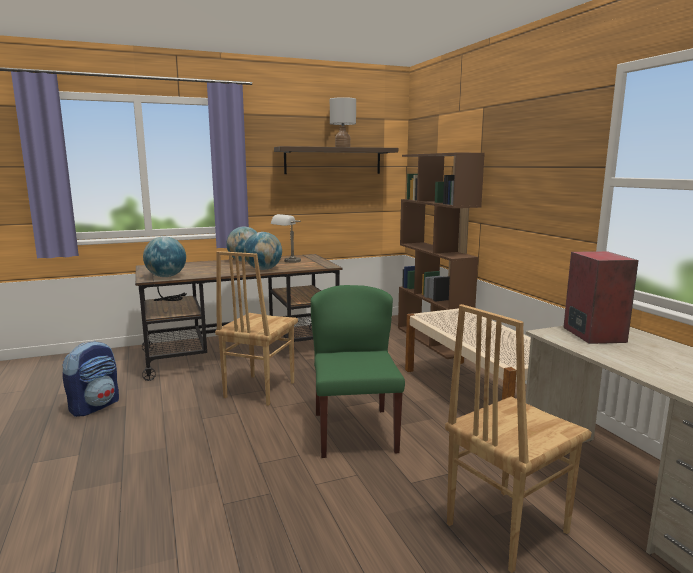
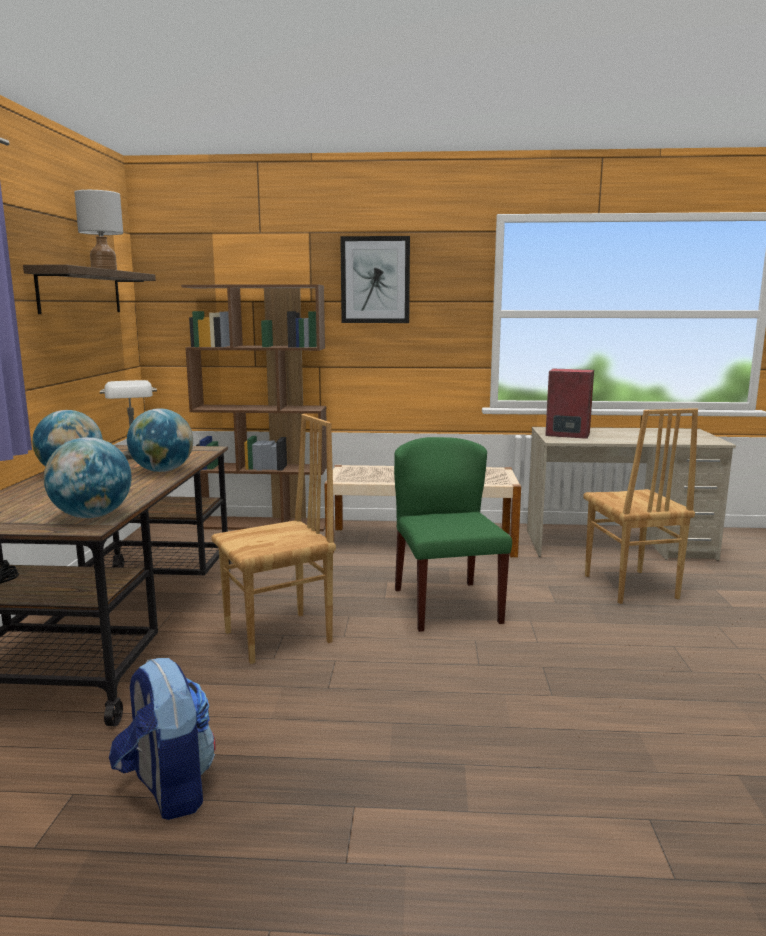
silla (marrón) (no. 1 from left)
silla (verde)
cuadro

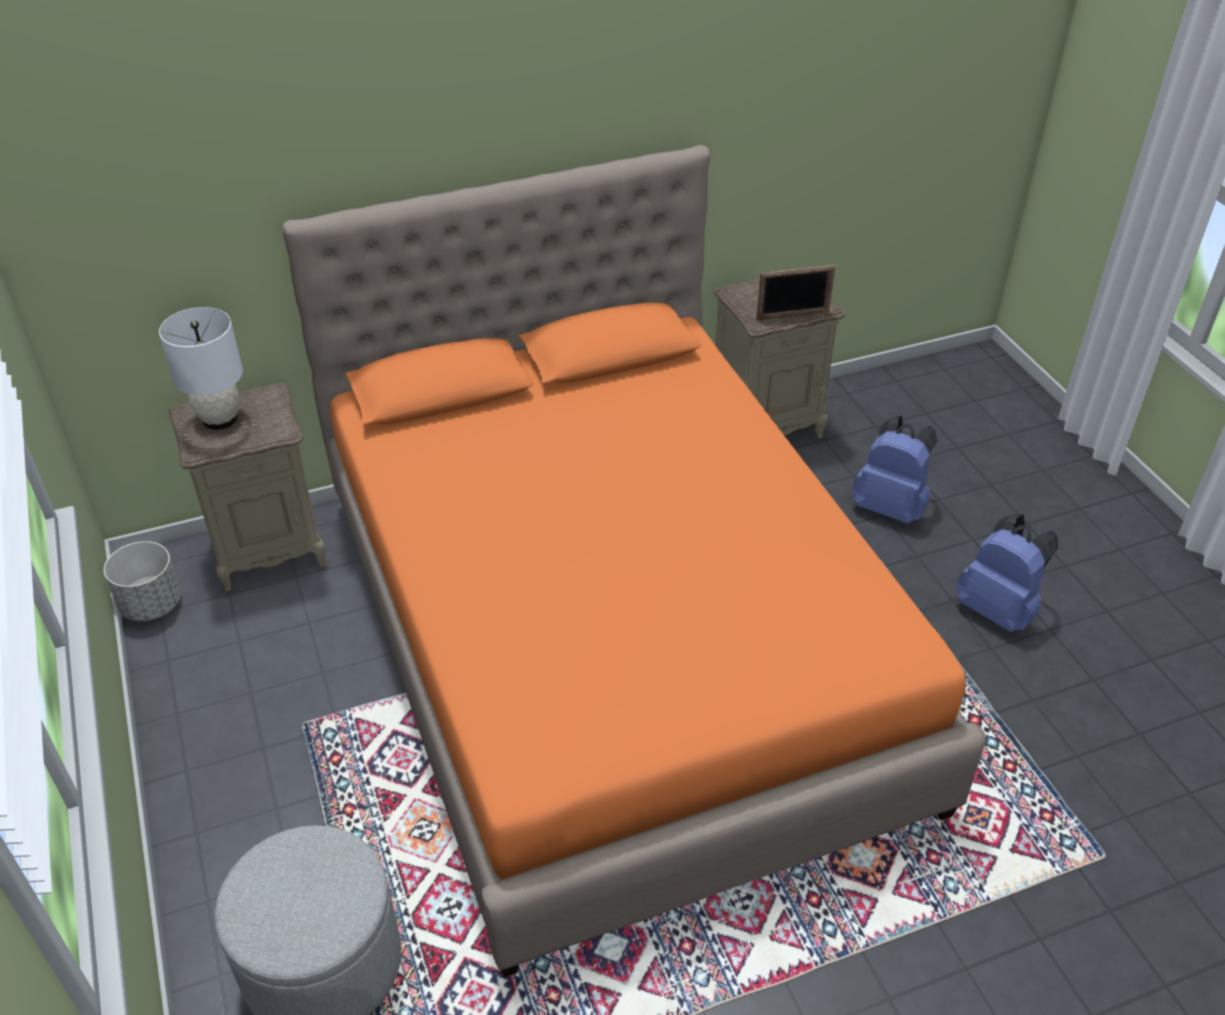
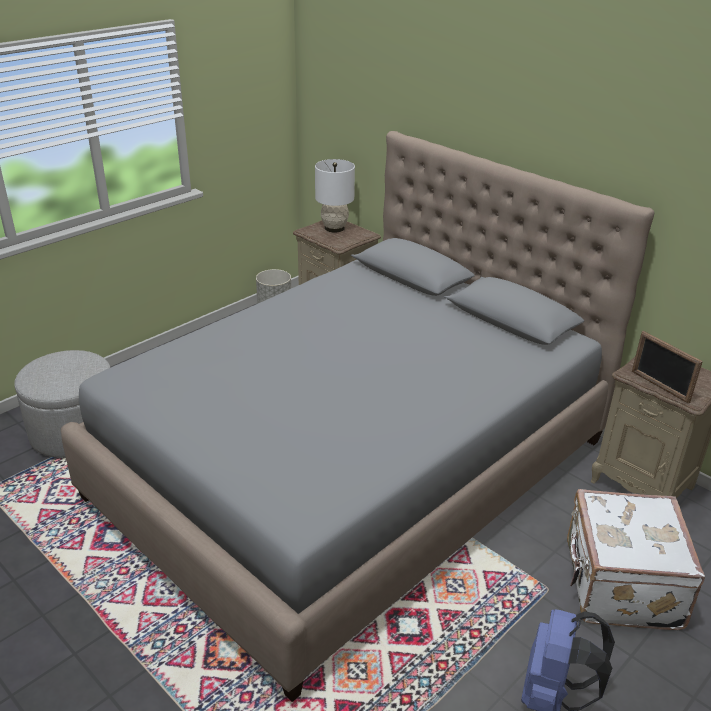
cama (gris)
maleta (blanco)

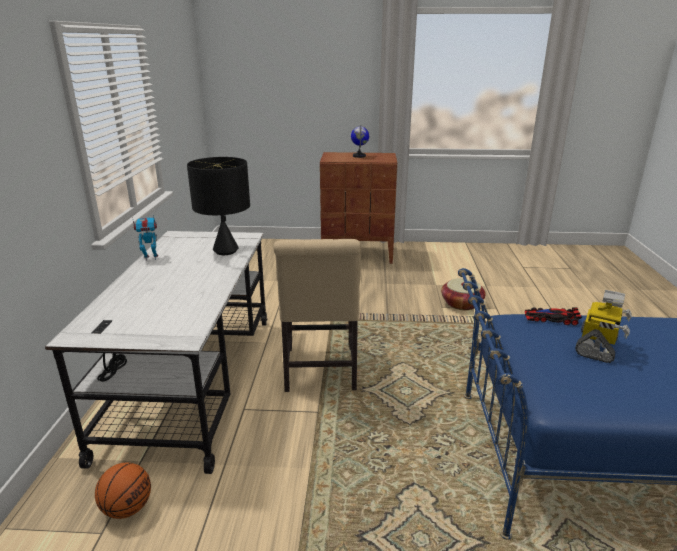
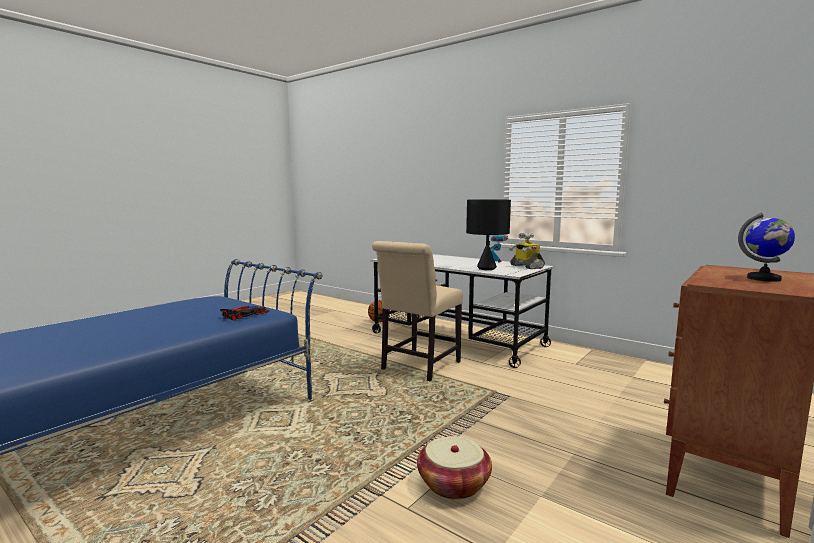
silla (beis)
robot de juguete (no. 2 from left)

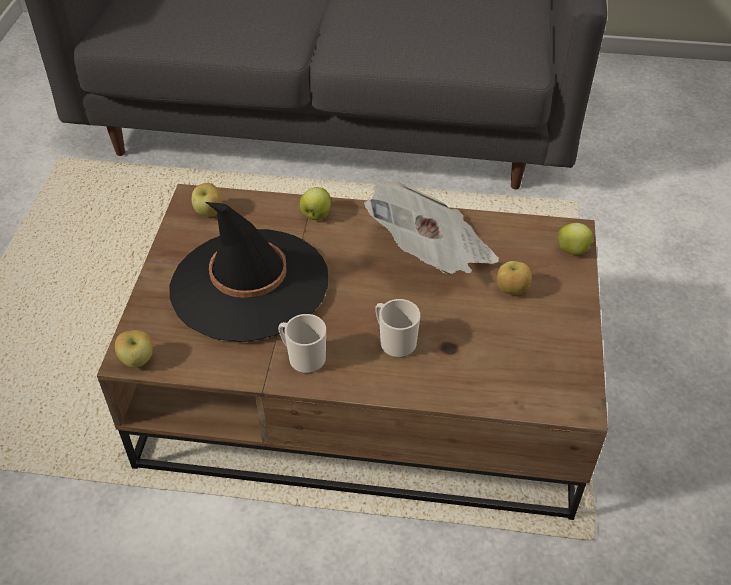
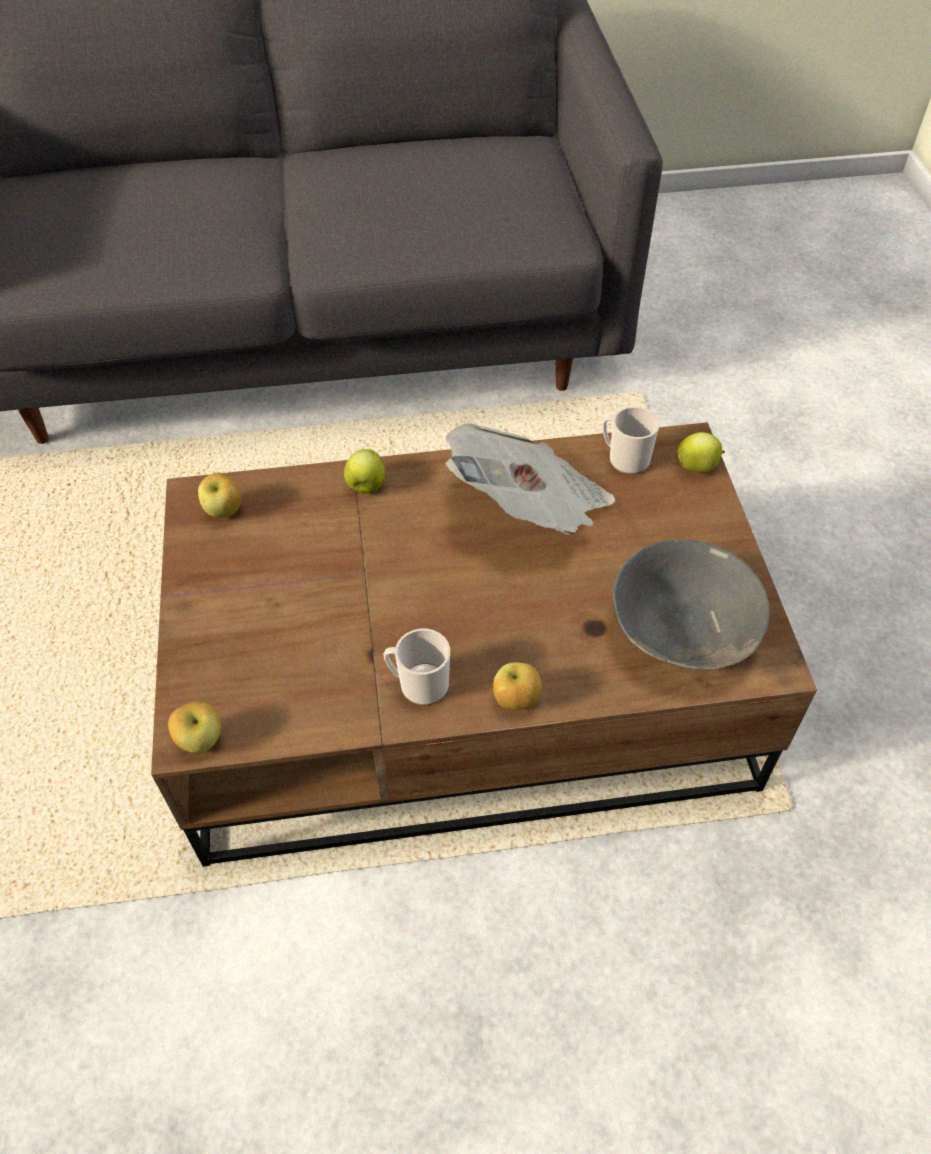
sombrero (negro)
manzana (no. 4 from left)
taza grande (no. 2 from left)
cuenco (gris)

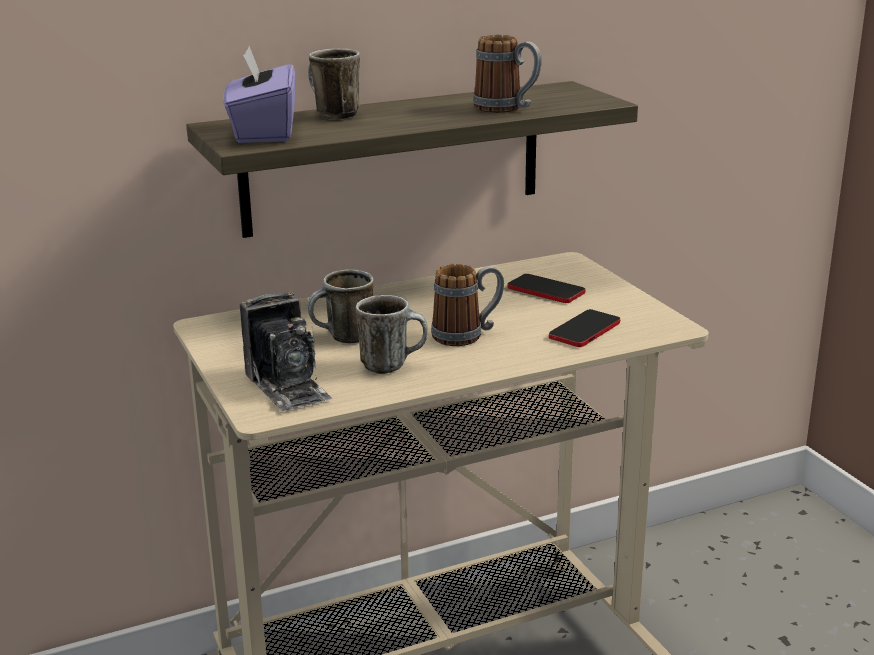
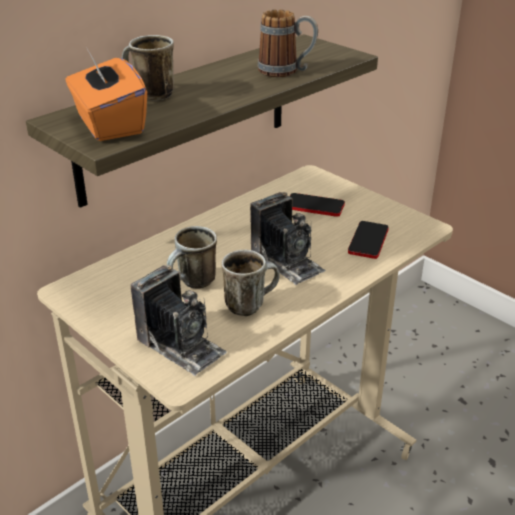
caja de pañuelos (naranja)
cámara (no. 2 from left)

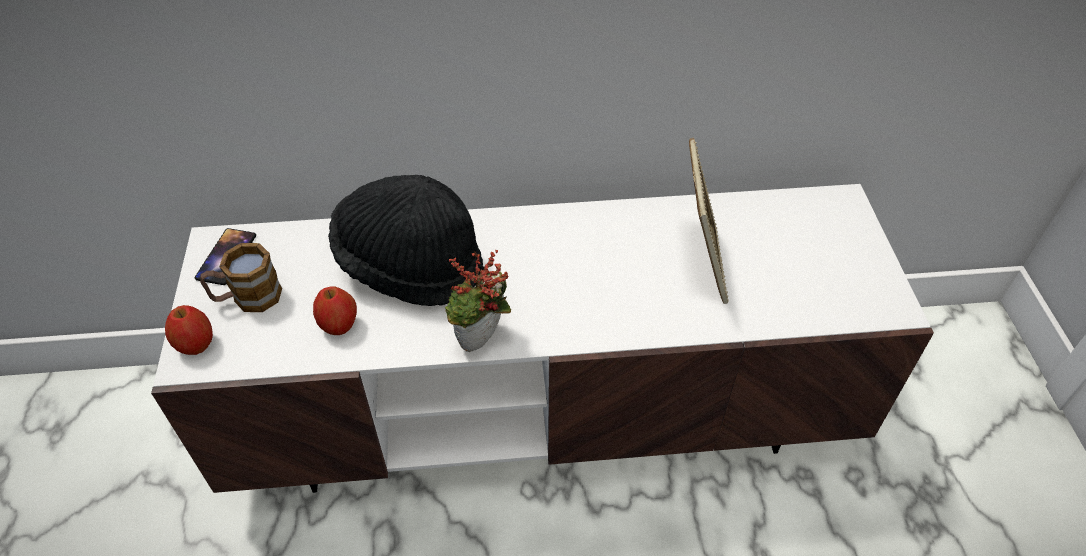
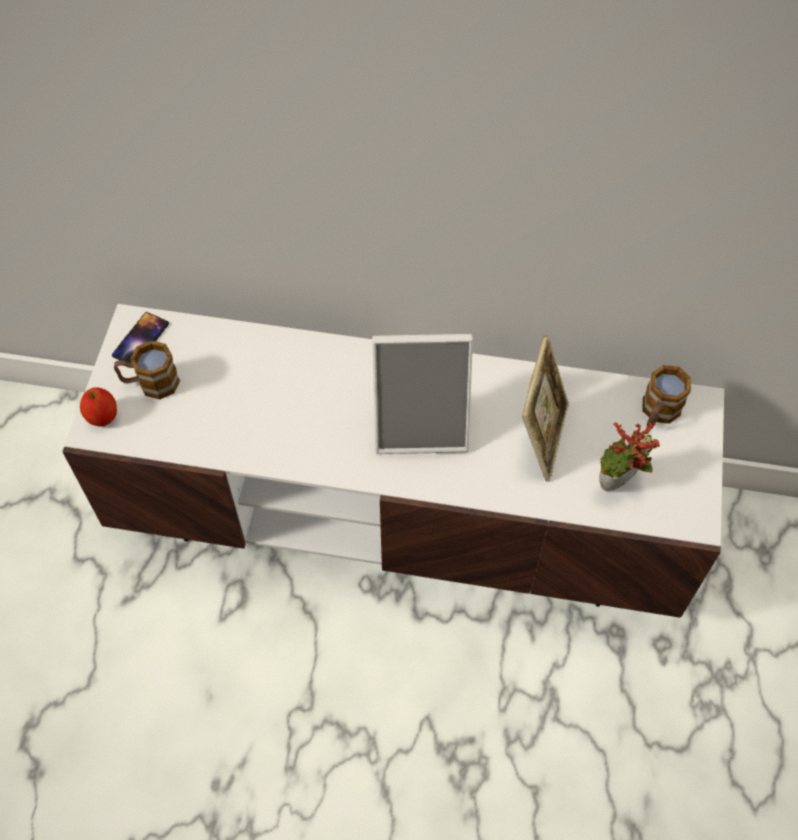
sombrero (negro)
planta en maceta
manzana (no. 2 from left in the first image)
portarretratos (no. 1 from left)
taza grande (no. 2 from left)

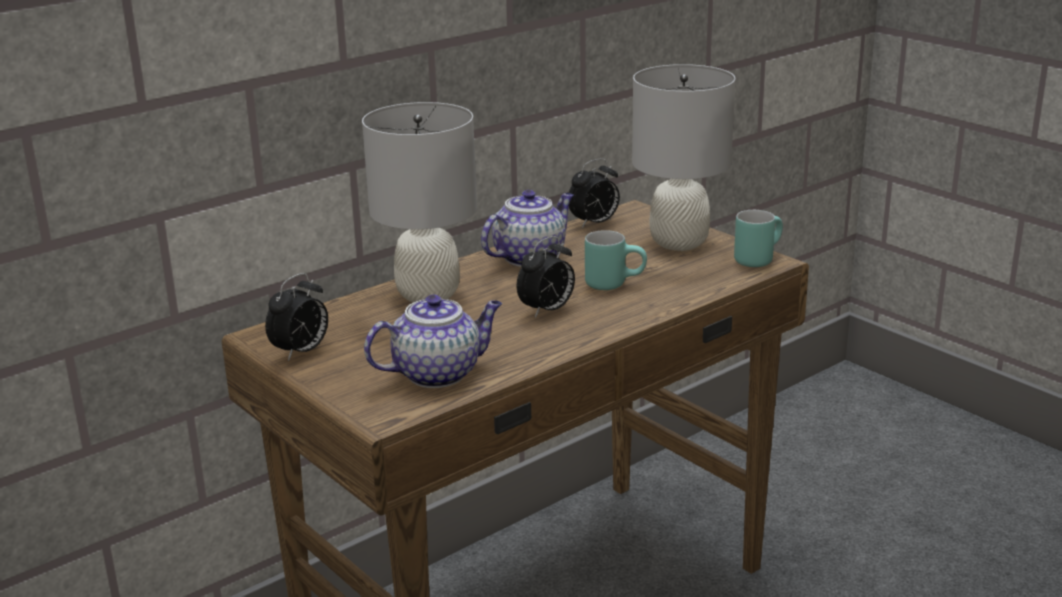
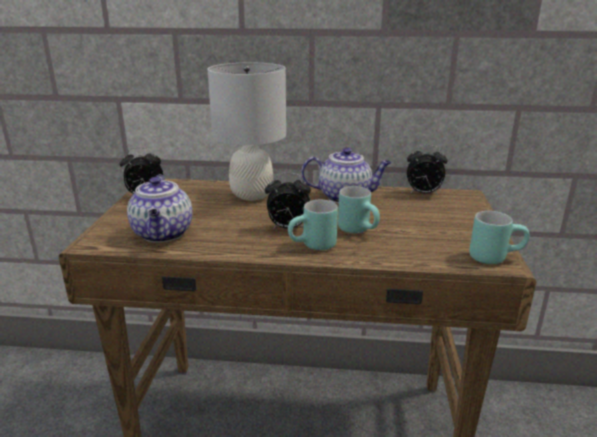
lámpara de mesa (gris) (no. 2 from left in the first image)
tetera (no. 1 from left)
taza grande (turquesa) (no. 1 from left)

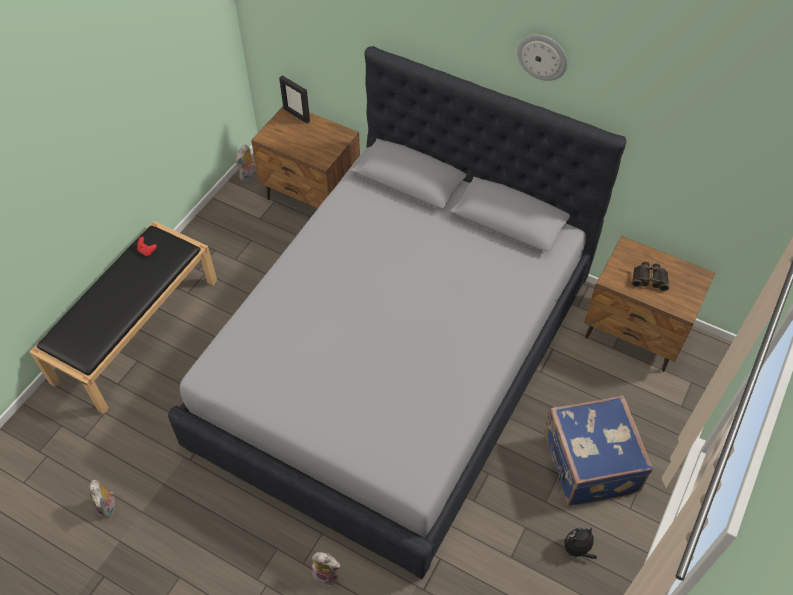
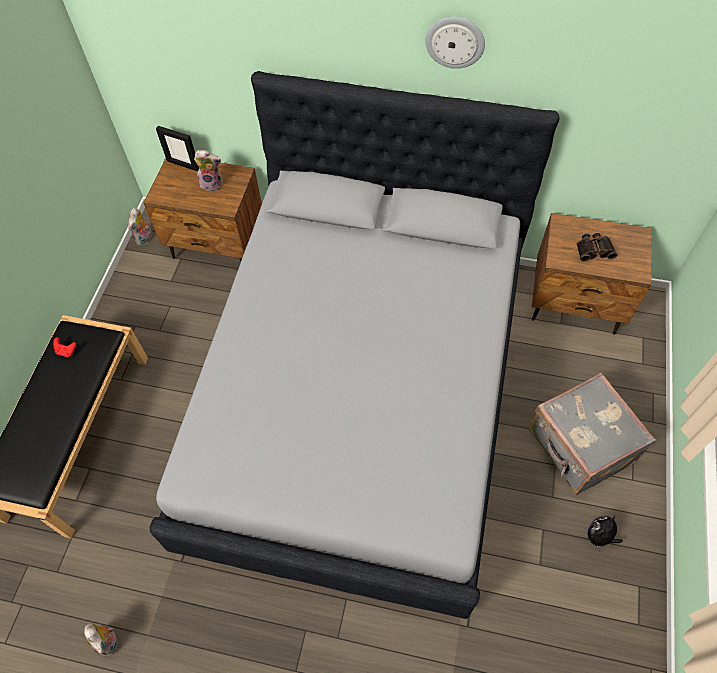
maleta (gris)
peluche (no. 3 from left)

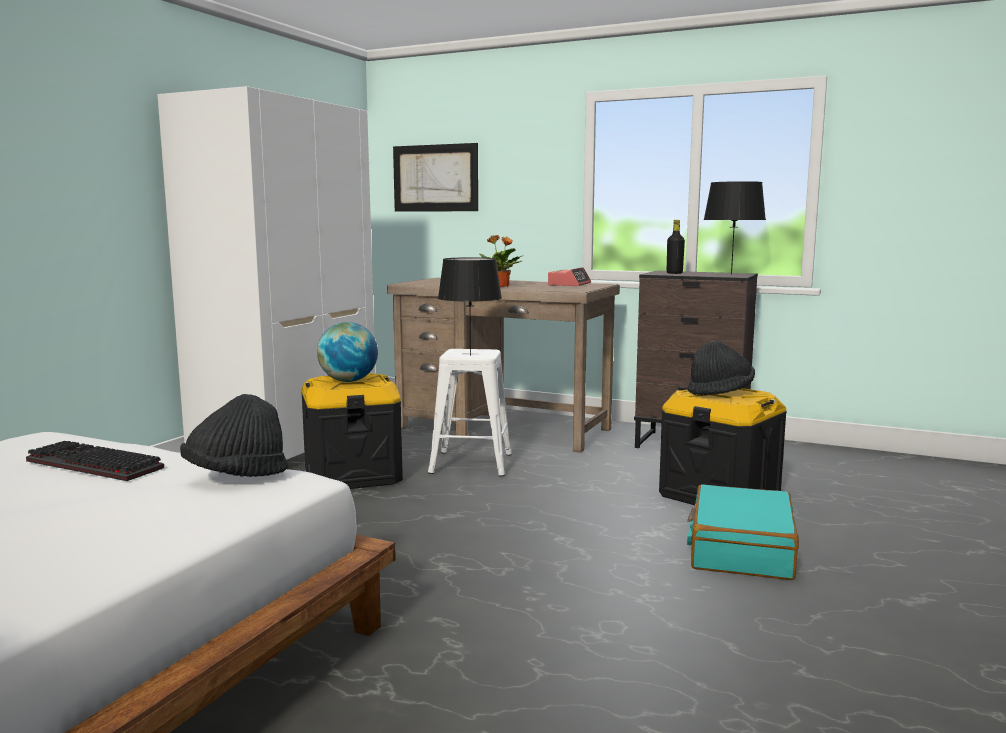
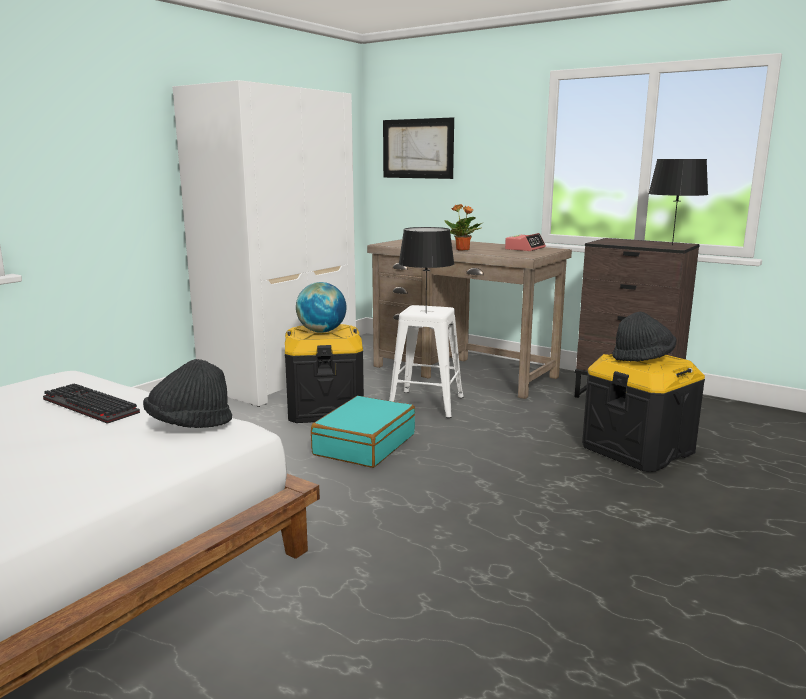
botella (negro)
maleta (turquesa)

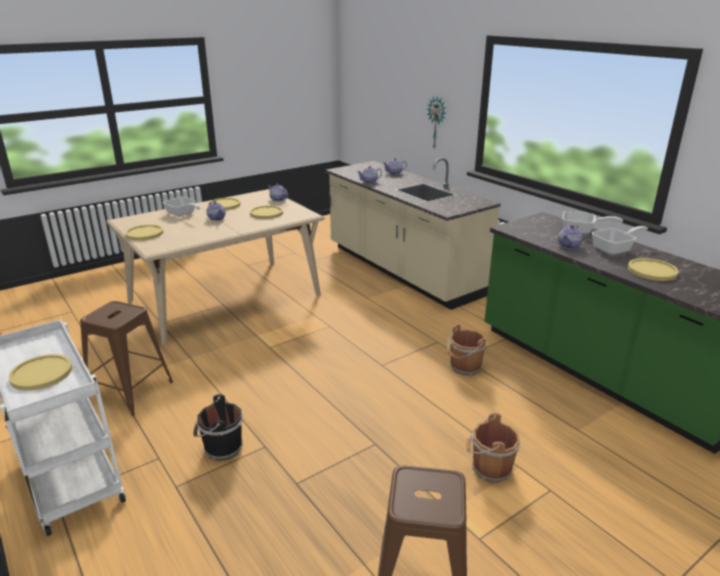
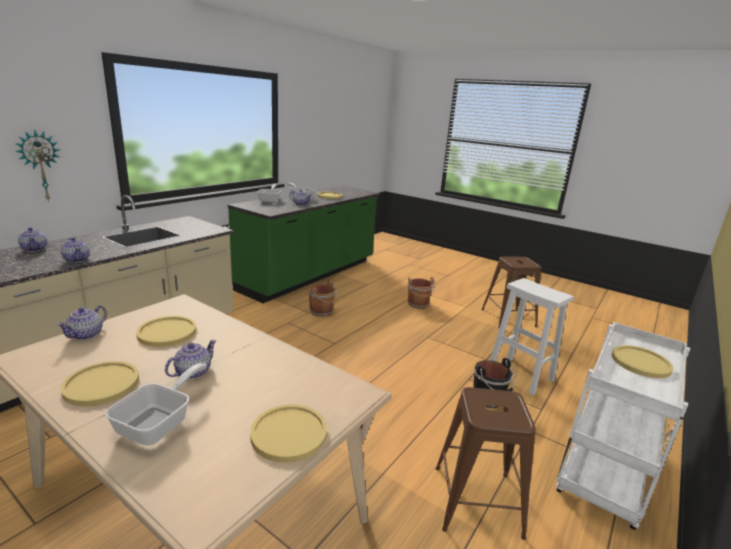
taburete (blanco)

